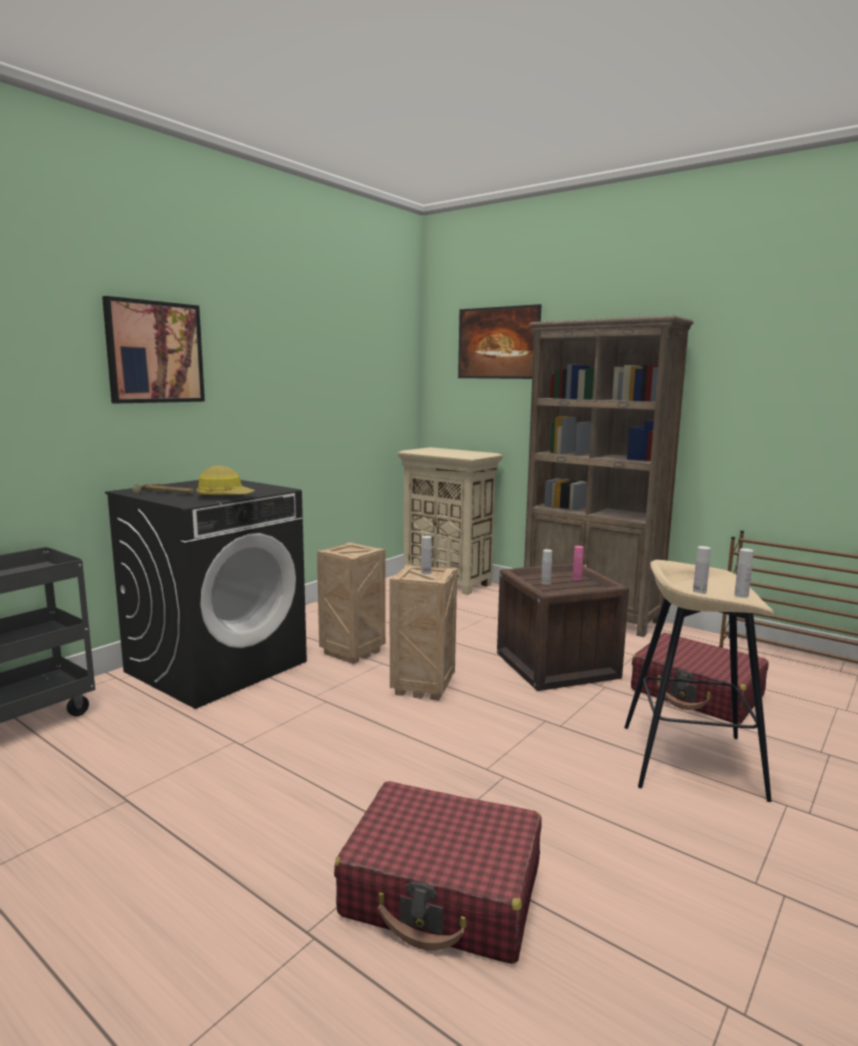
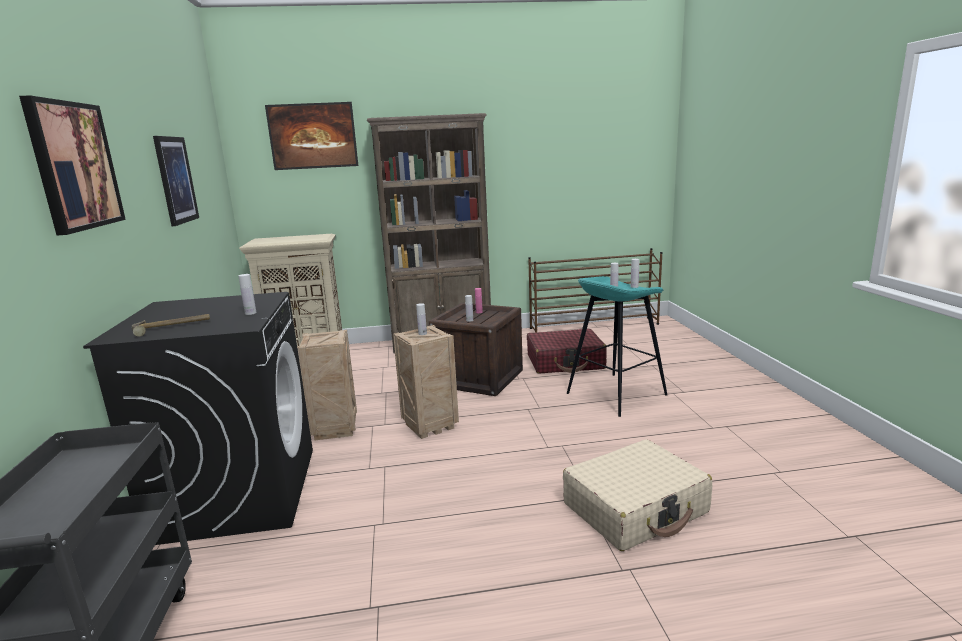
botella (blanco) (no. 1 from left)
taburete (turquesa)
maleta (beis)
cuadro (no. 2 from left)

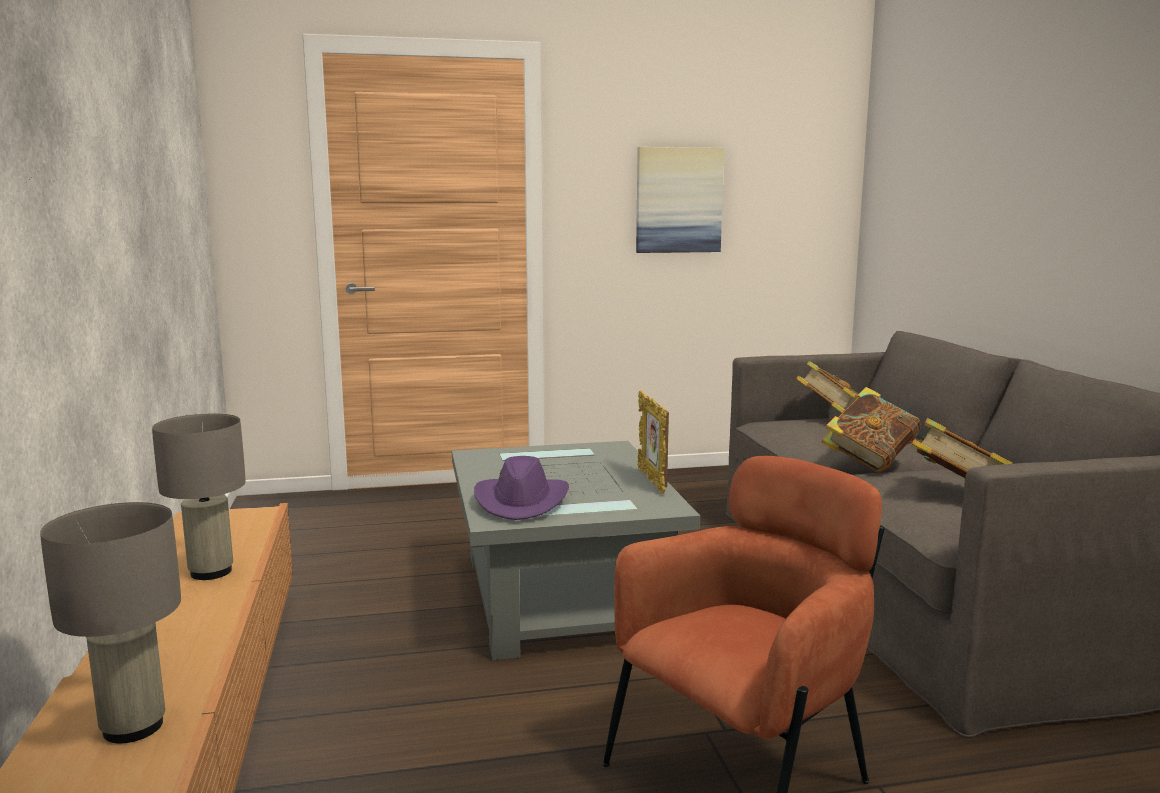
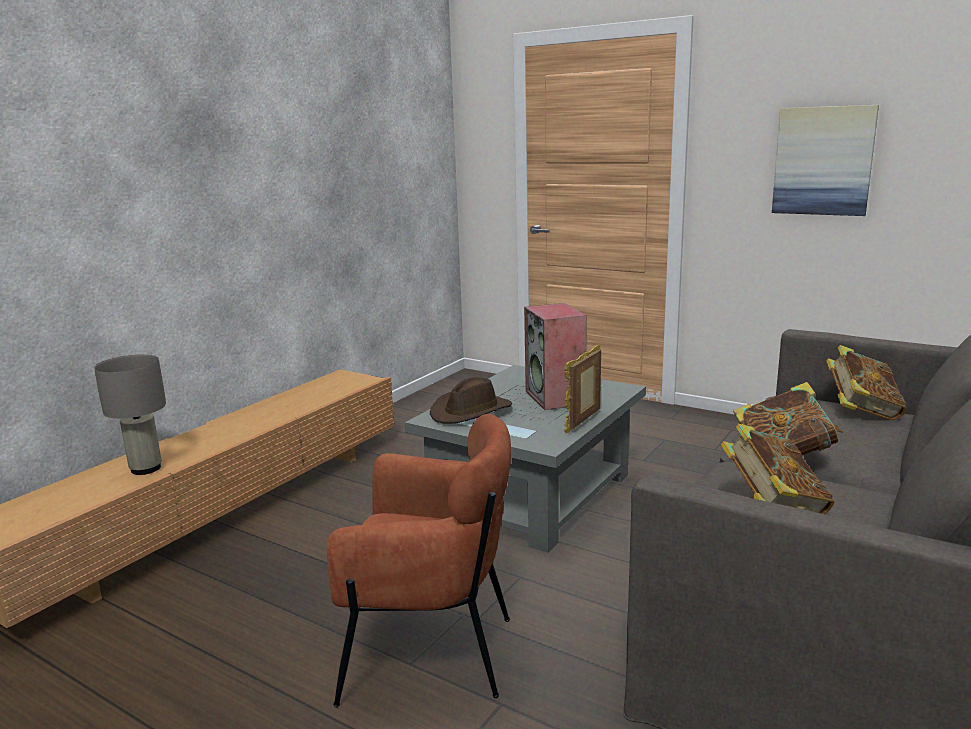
lámpara de mesa (gris) (no. 2 from left in the first image)
sombrero (marrón)
altavoz

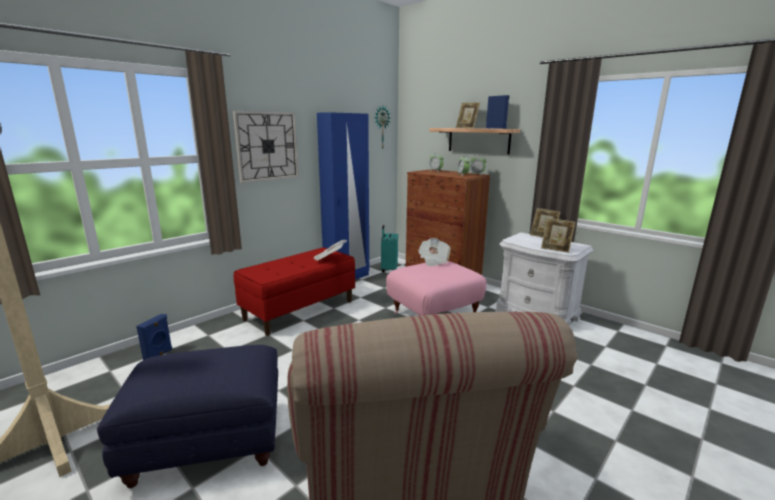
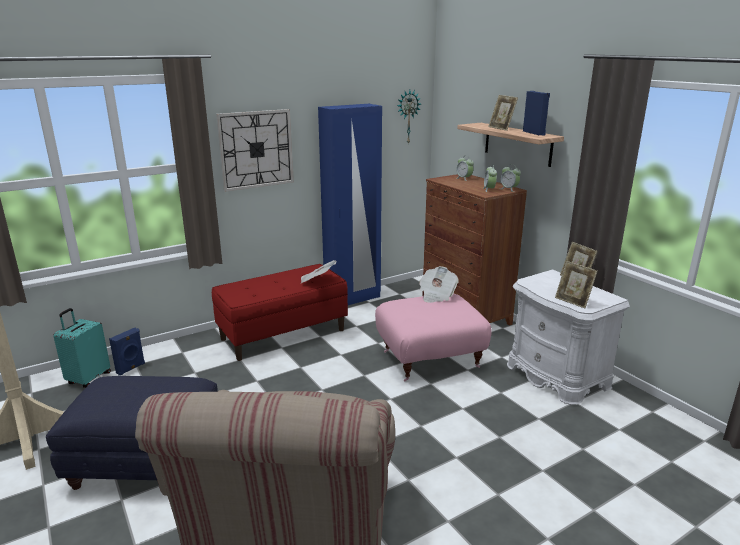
maleta (turquesa)

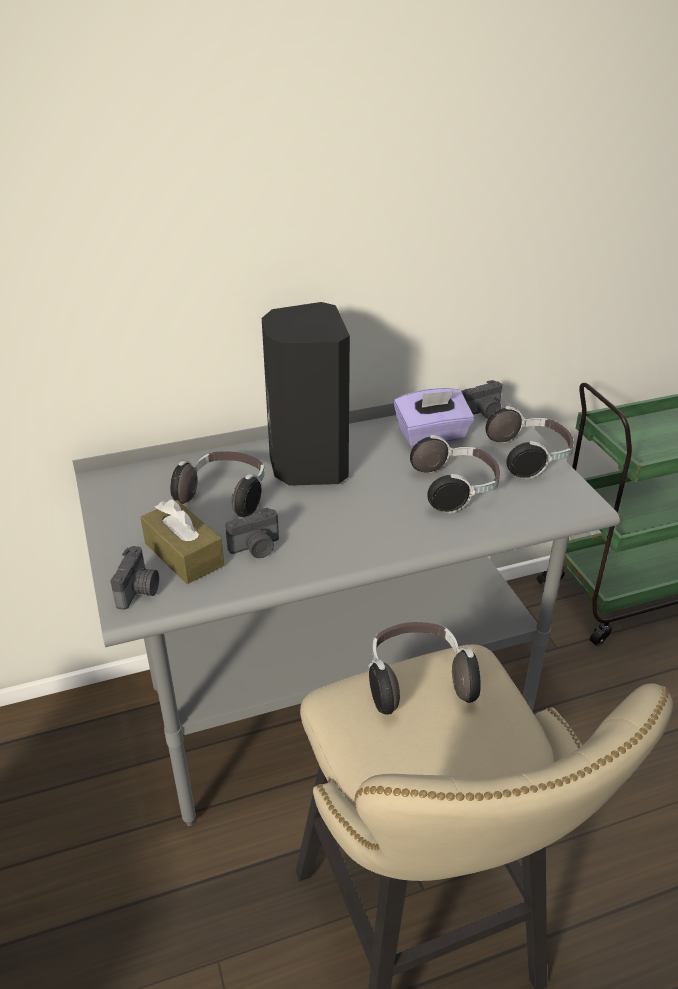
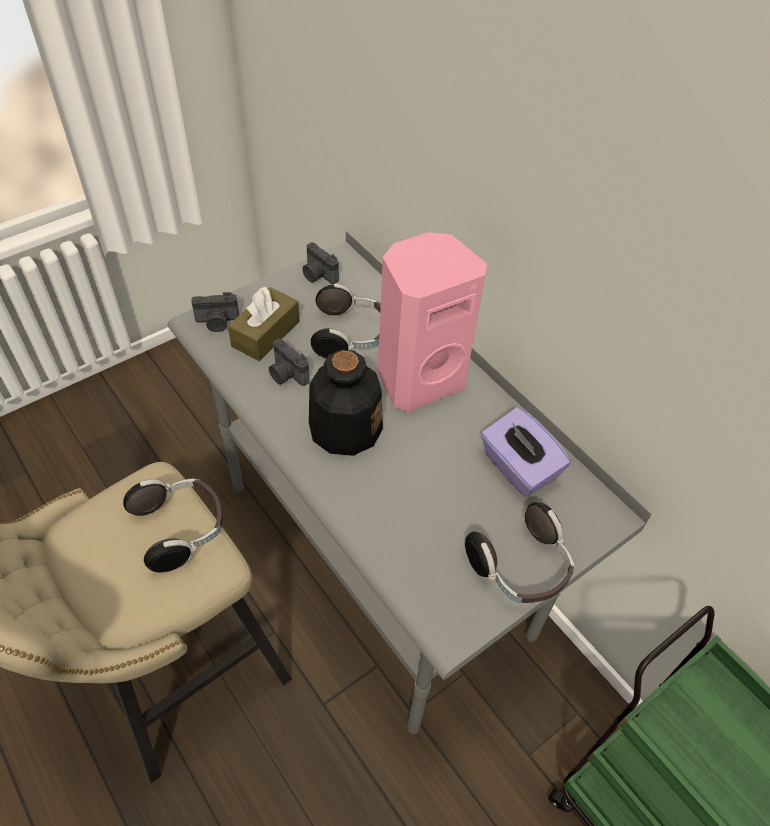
altavoz (rosa)
cámara (no. 3 from left)
auriculares (no. 3 from left in the first image)
botella

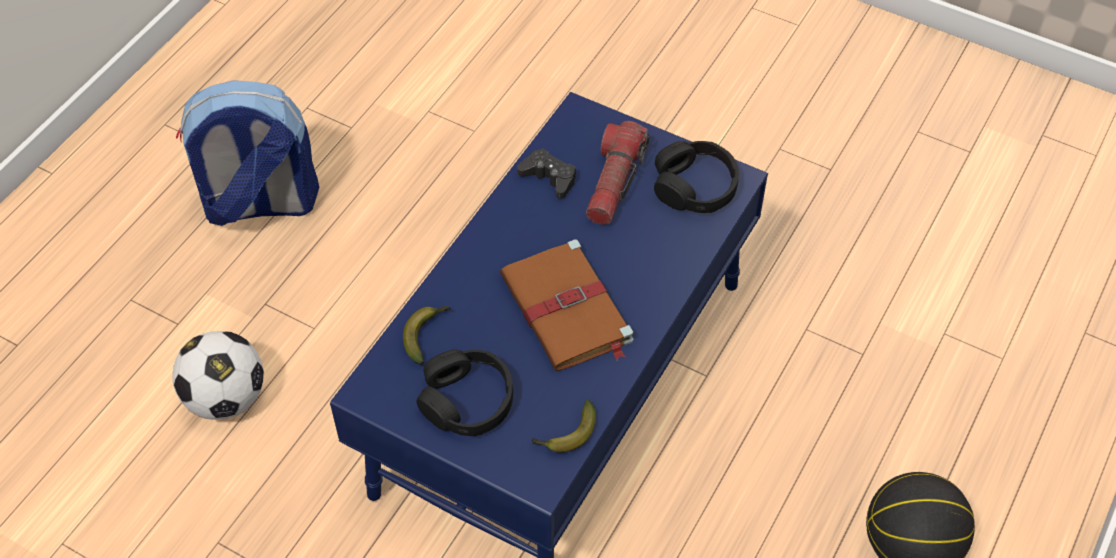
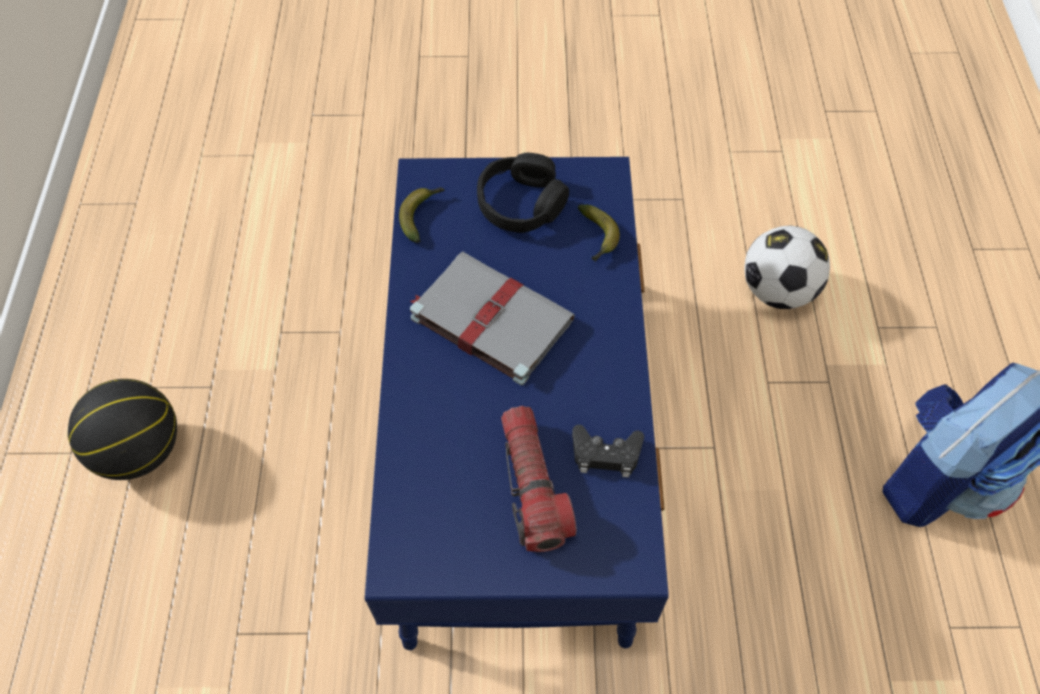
auriculares (negro) (no. 2 from left in the first image)
libro (gris)

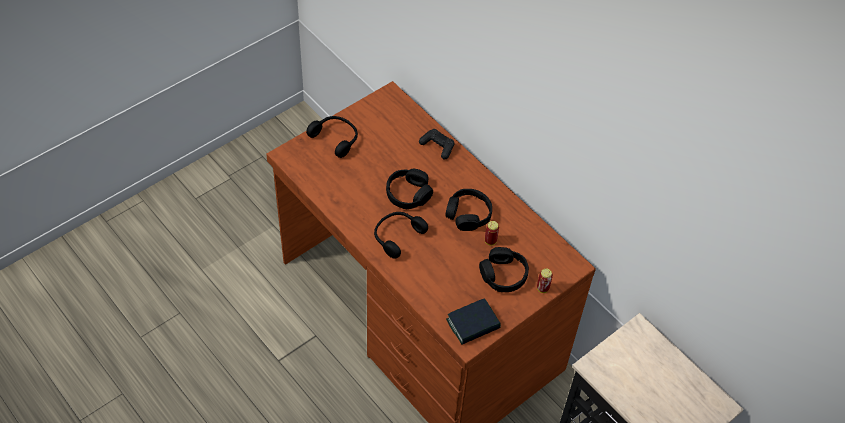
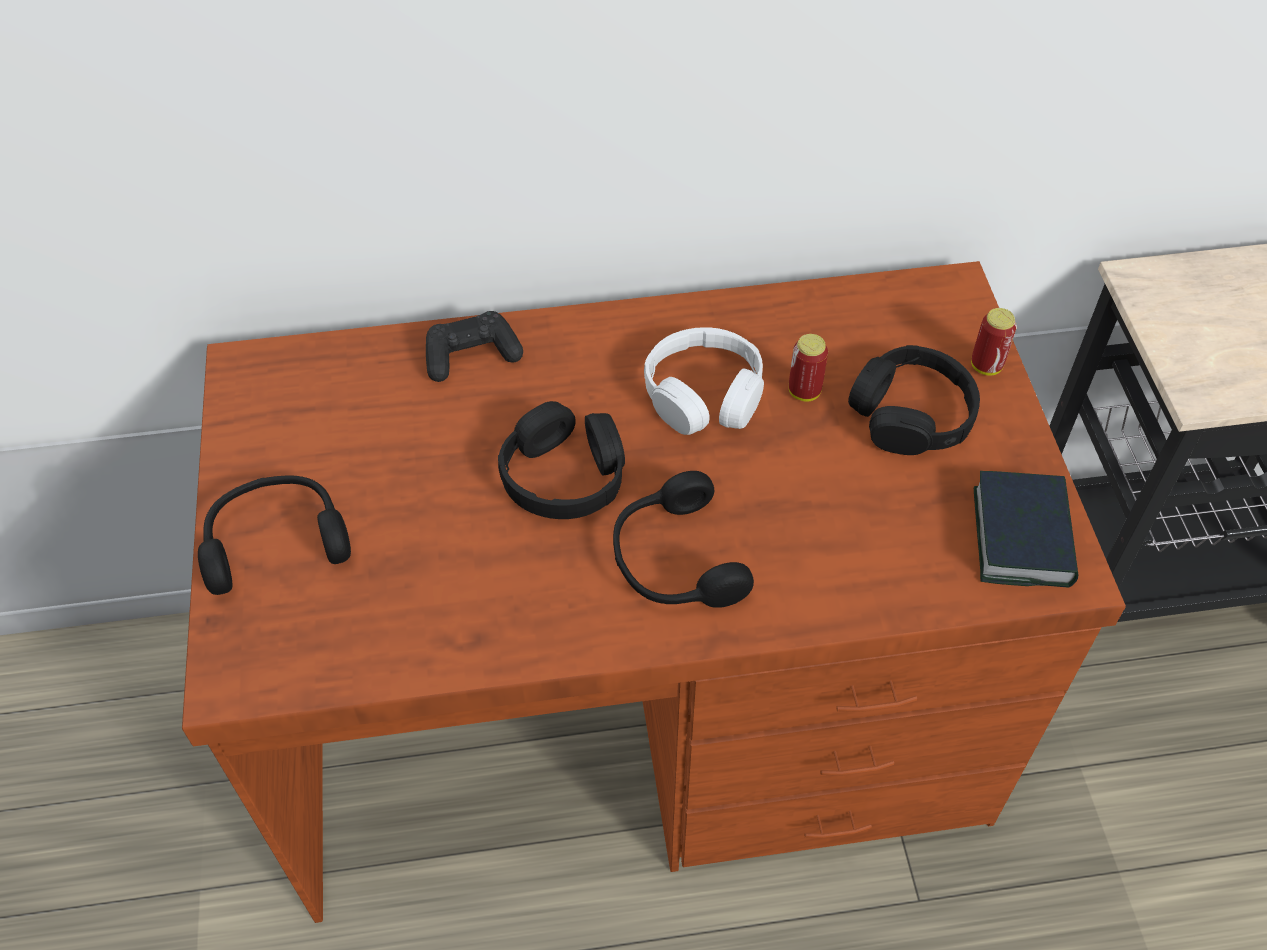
auriculares (blanco)

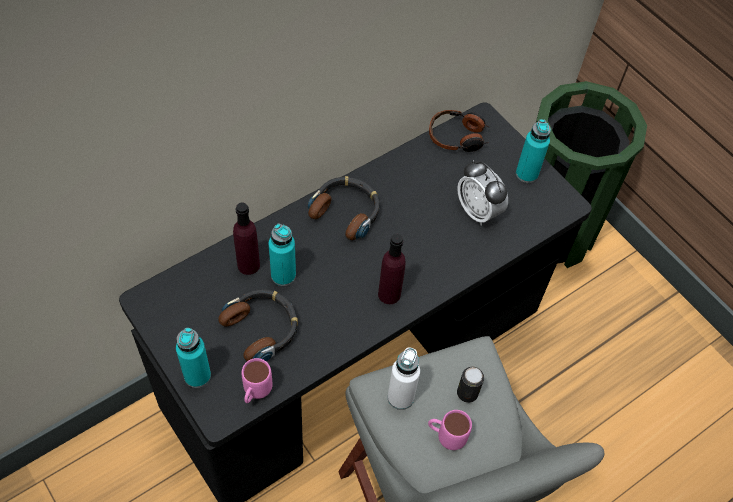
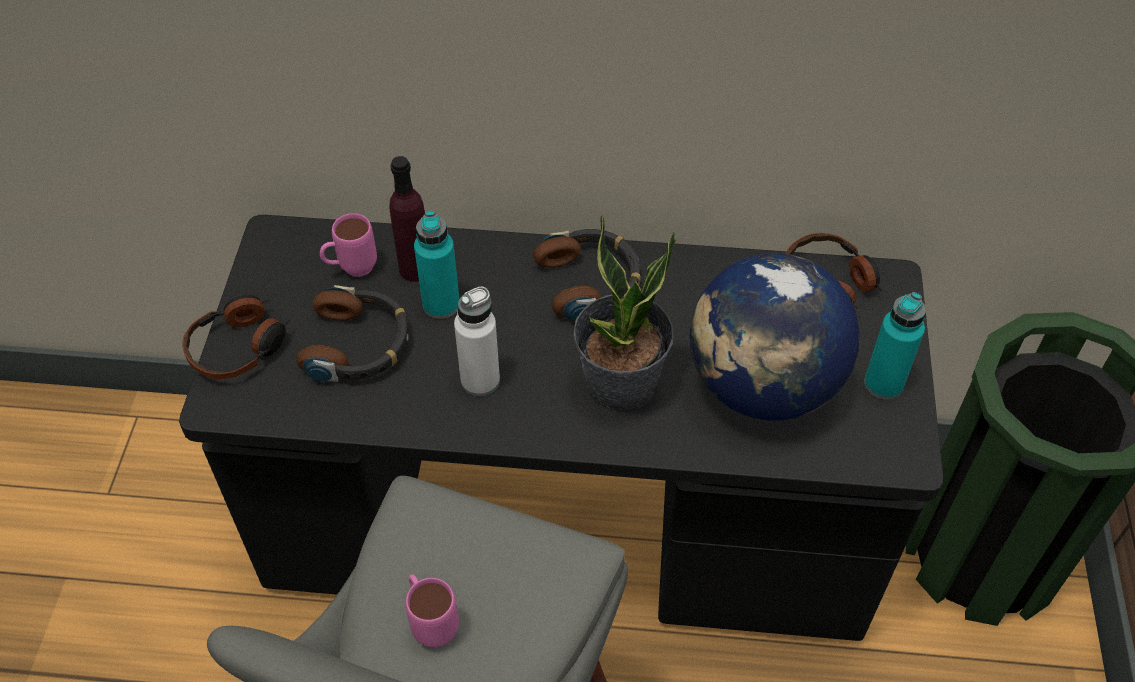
globo terráqueo
botella (morado) (no. 2 from left in the first image)
auriculares (no. 1 from left)
botella (blanco)
taza grande (rosa) (no. 1 from left)
lata
planta en maceta

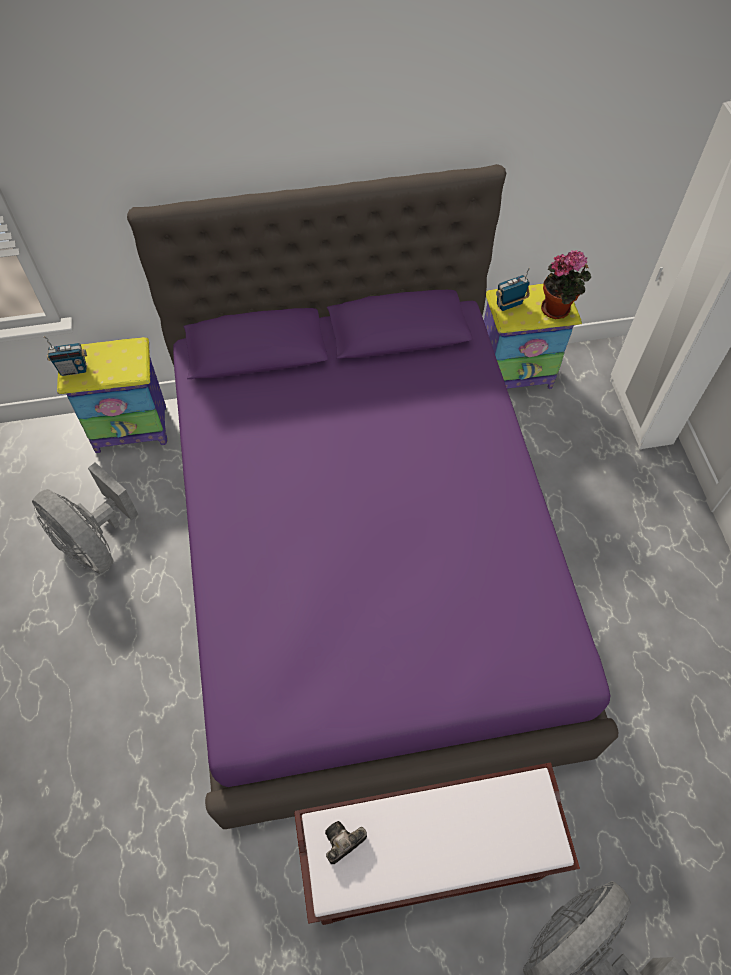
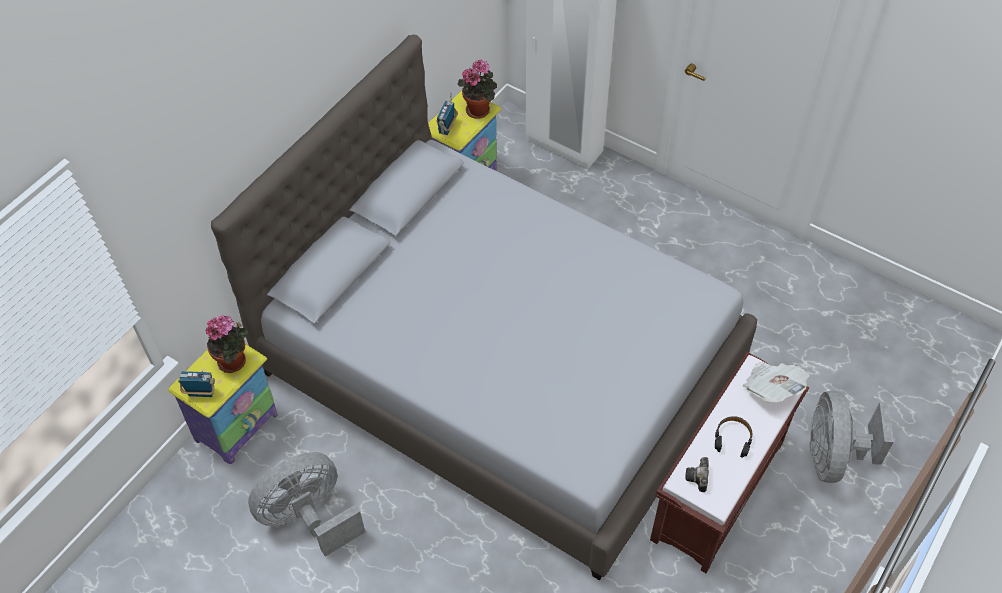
cama (gris)
radio (no. 1 from left)
ventilador (gris) (no. 1 from left)
planta en maceta (no. 1 from left)
periódico
auriculares (negro)

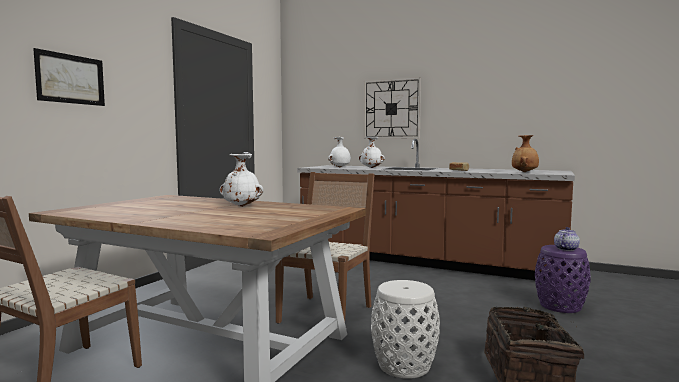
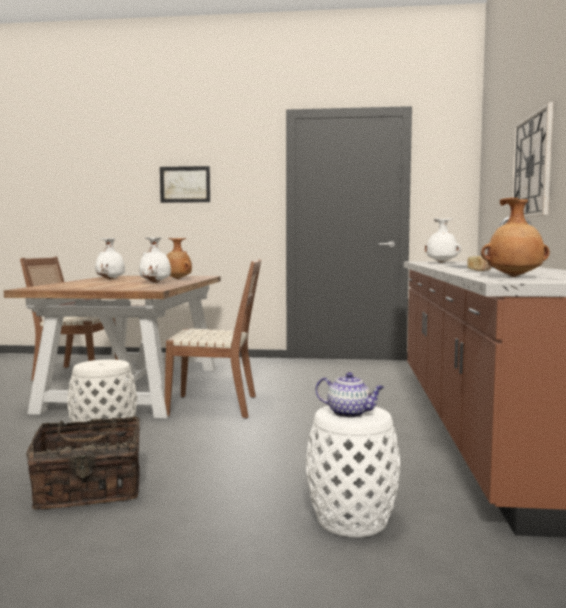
florero (blanco) (no. 1 from left)
taburete (blanco) (no. 2 from left)
florero (marrón) (no. 1 from left)

